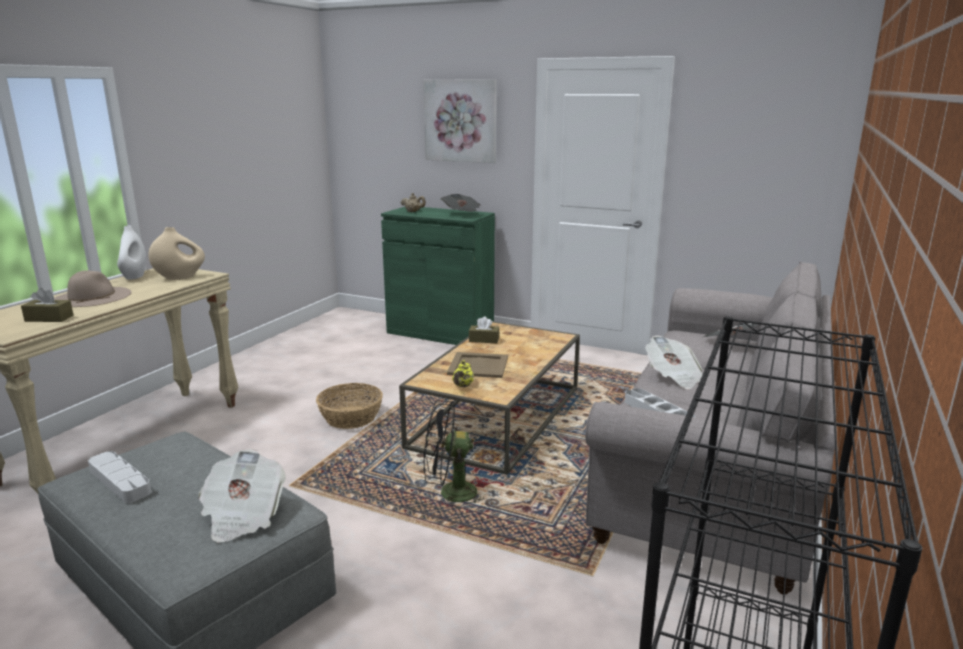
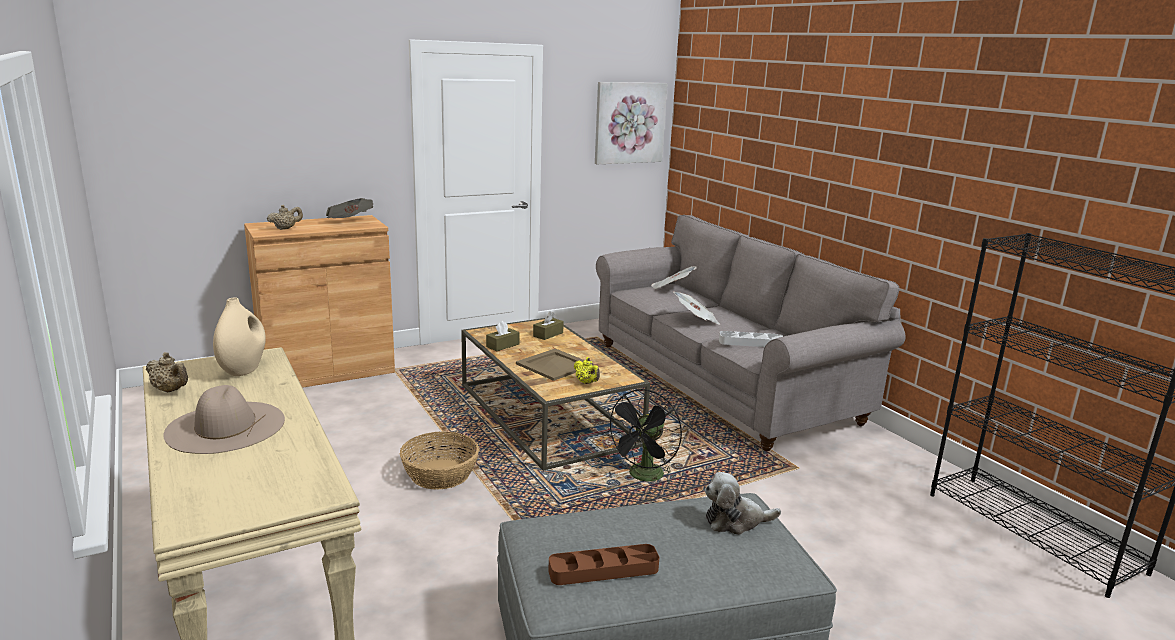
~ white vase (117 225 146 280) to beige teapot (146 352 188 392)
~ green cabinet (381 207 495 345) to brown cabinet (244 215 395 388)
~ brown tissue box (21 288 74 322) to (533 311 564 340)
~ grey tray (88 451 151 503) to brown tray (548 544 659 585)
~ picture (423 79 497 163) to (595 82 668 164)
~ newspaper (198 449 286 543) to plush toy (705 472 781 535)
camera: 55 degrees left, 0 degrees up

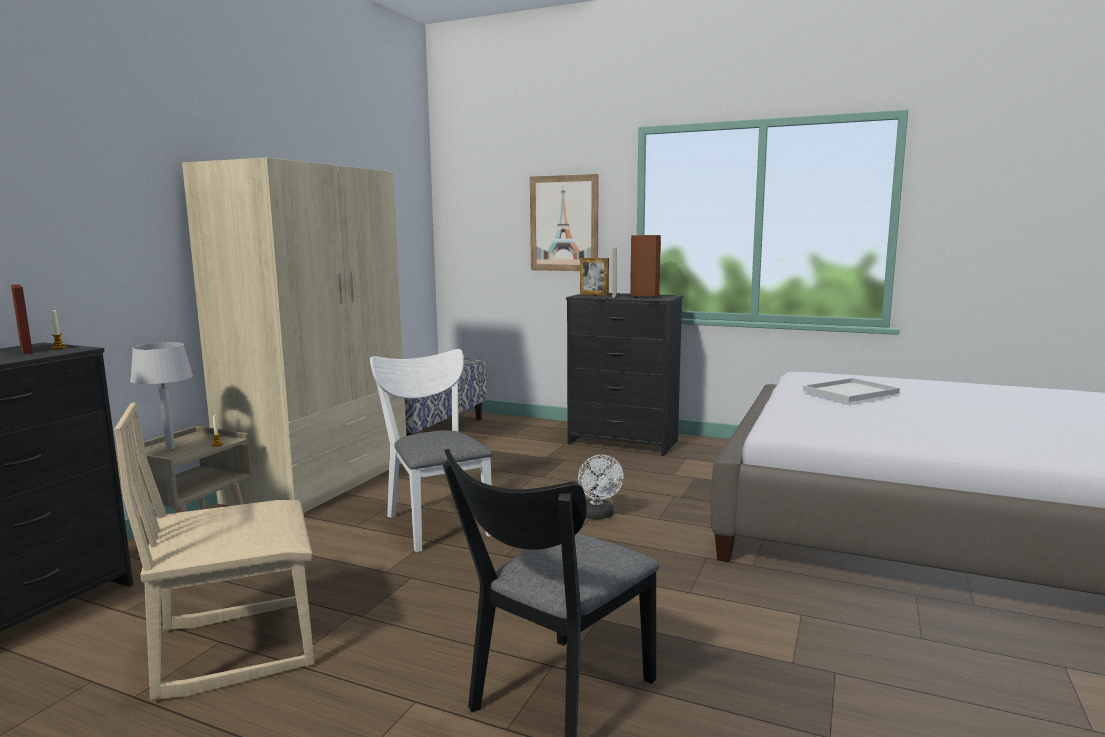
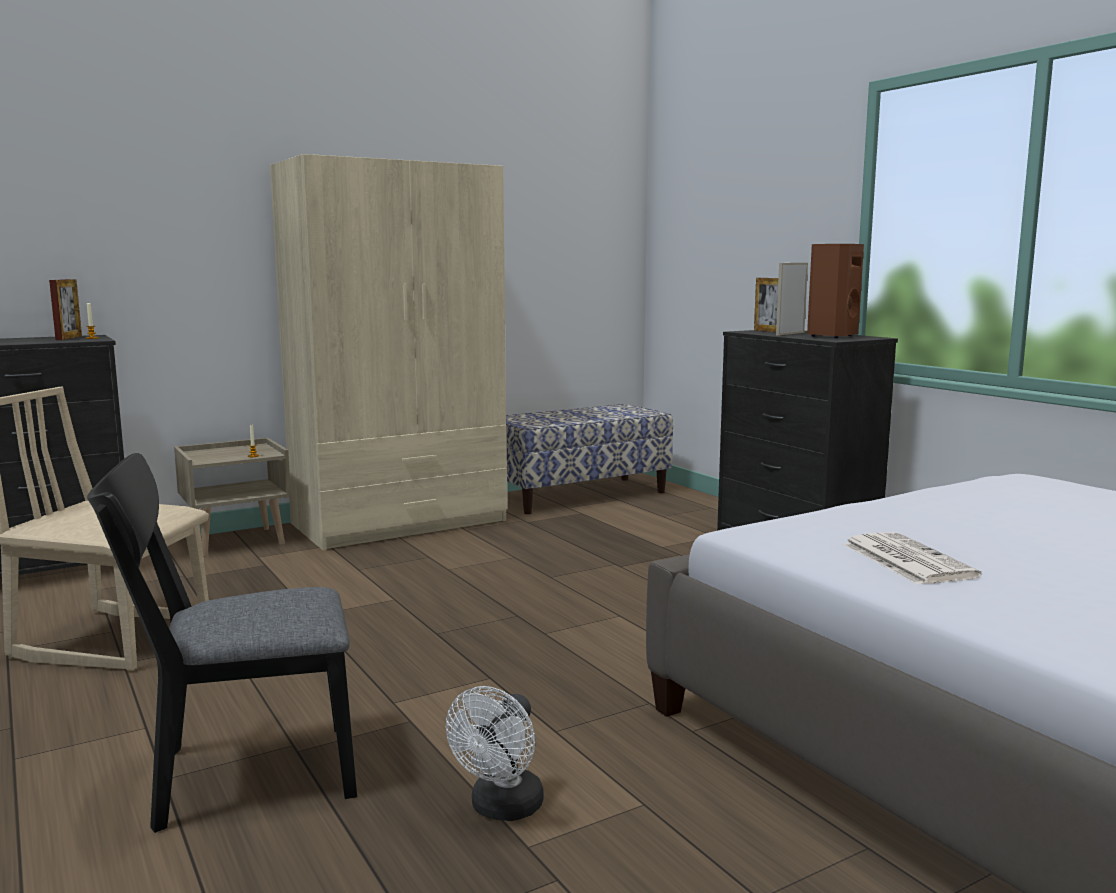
~ white fan (578 455 624 519) to (446 686 543 821)
+ newspaper (843 532 981 585)
- grey table lamp (130 342 193 450)
- white chair (370 349 492 552)
- picture (530 174 599 271)
- white tray (803 378 900 403)
camera: 35 degrees right, 0 degrees up

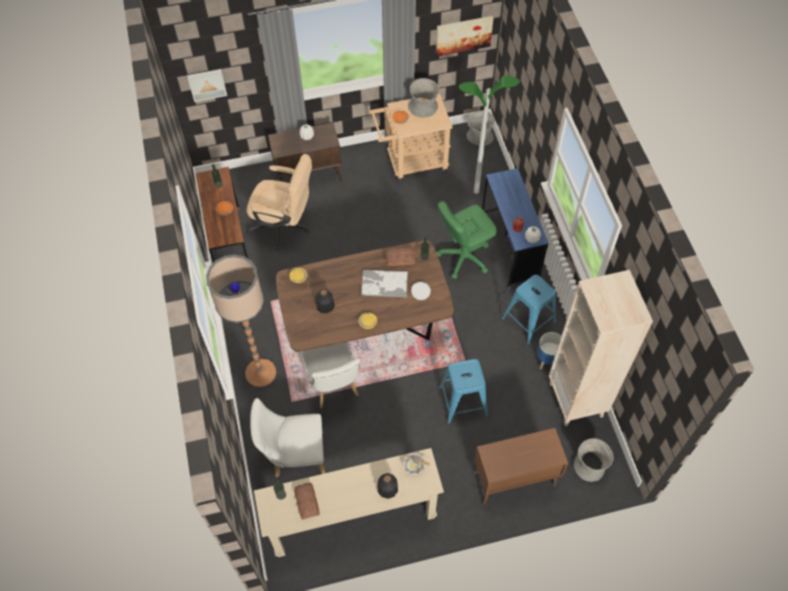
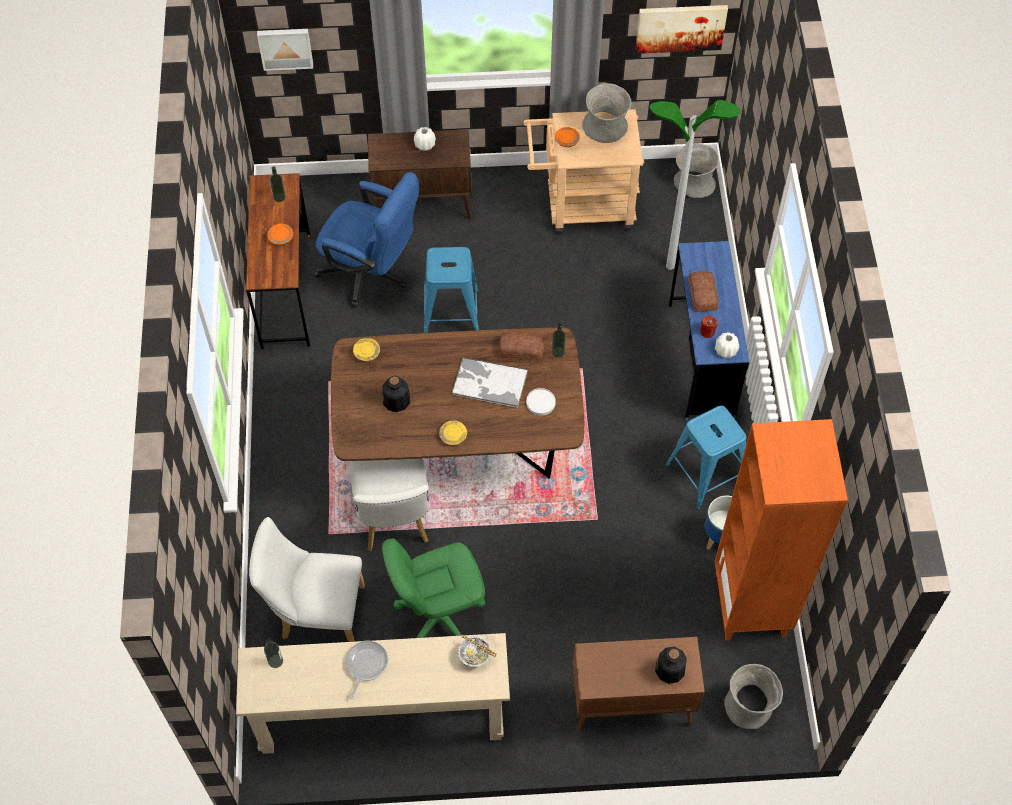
~ beige office chair (247 154 312 250) to blue office chair (314 172 419 308)
+ frying pan (346 641 388 699)
~ green office chair (436 201 497 279) to (382 539 486 638)
~ blue stool (439 359 488 424) to (424 247 479 333)
~ bottle (378 473 398 499) to (655 647 687 684)
~ bread (294 483 320 520) to (688 271 718 312)
~ beige bookcase (549 270 653 426) to orange bookcase (715 419 848 640)
- floor lamp (206 254 276 387)
camera: 10 degrees right, 0 degrees up

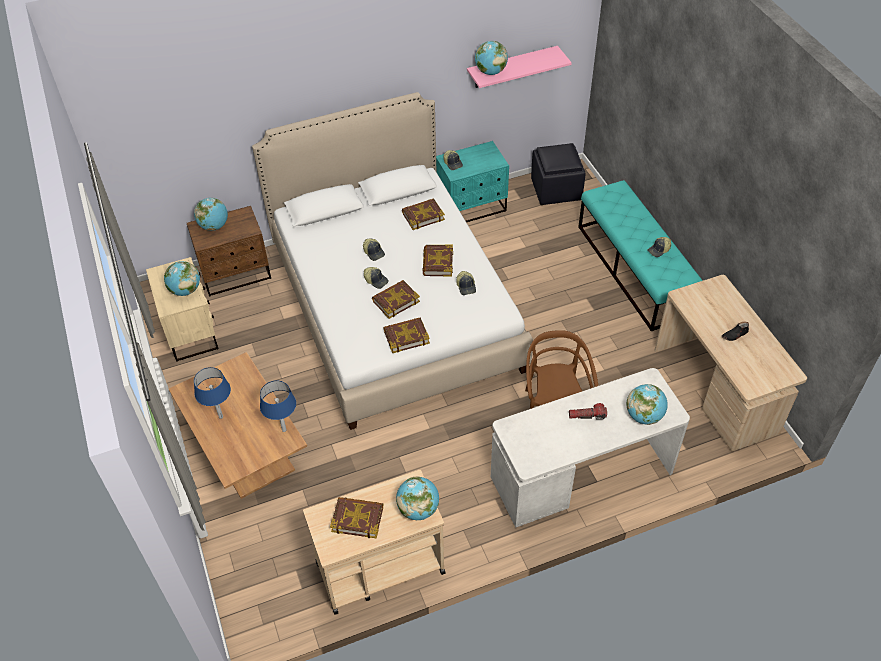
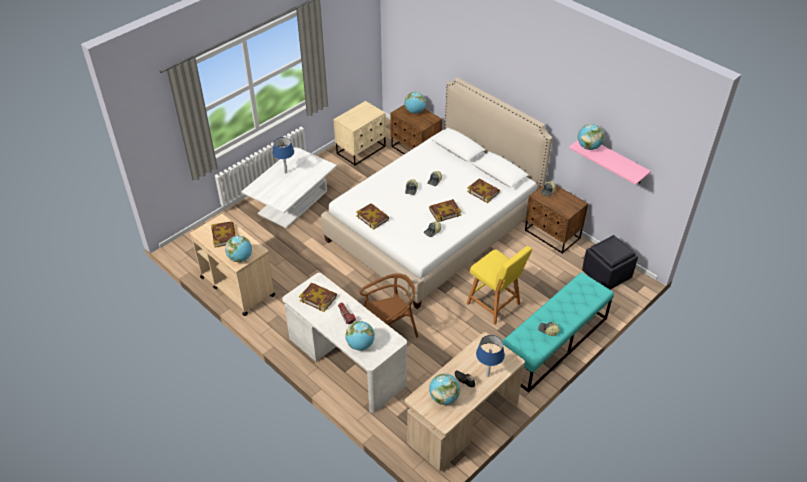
~ brown coffee table (169 352 307 499) to white coffee table (241 147 337 228)
~ book (372 280 420 319) to (299 283 337 312)
~ globe (164 261 200 296) to (429 374 460 405)
+ yellow stool (466 246 532 325)
~ blue table lamp (260 381 296 432) to (476 335 505 377)
~ turquoise nightstand (436 141 509 222) to brown nightstand (525 181 588 254)
camera: 65 degrees right, 5 degrees down

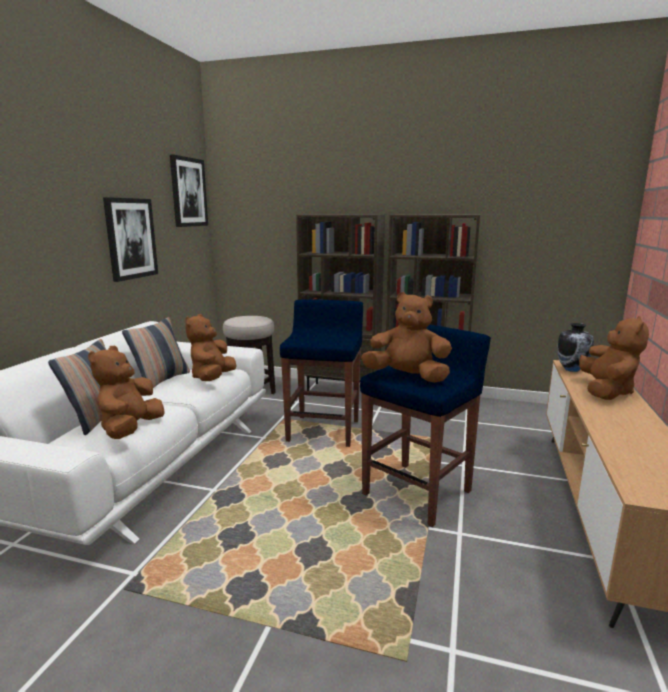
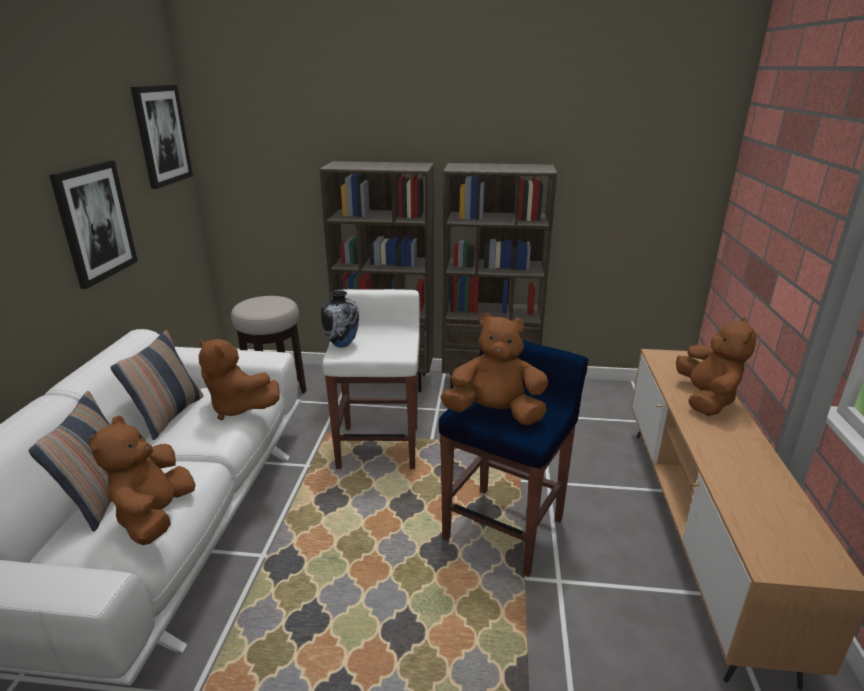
~ brown plush toy (185 314 237 381) = (199 339 280 420) 60 degrees counterclockwise
~ vase (557 323 594 372) to (321 290 359 348)
~ blue stool (280 299 363 447) to white stool (323 289 420 469)
camera: 10 degrees left, 10 degrees up

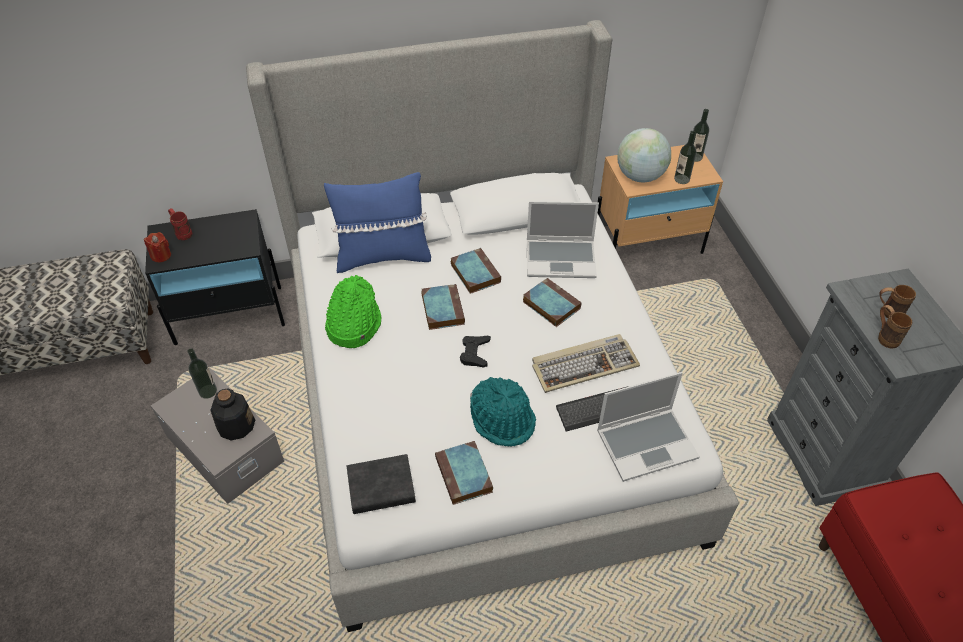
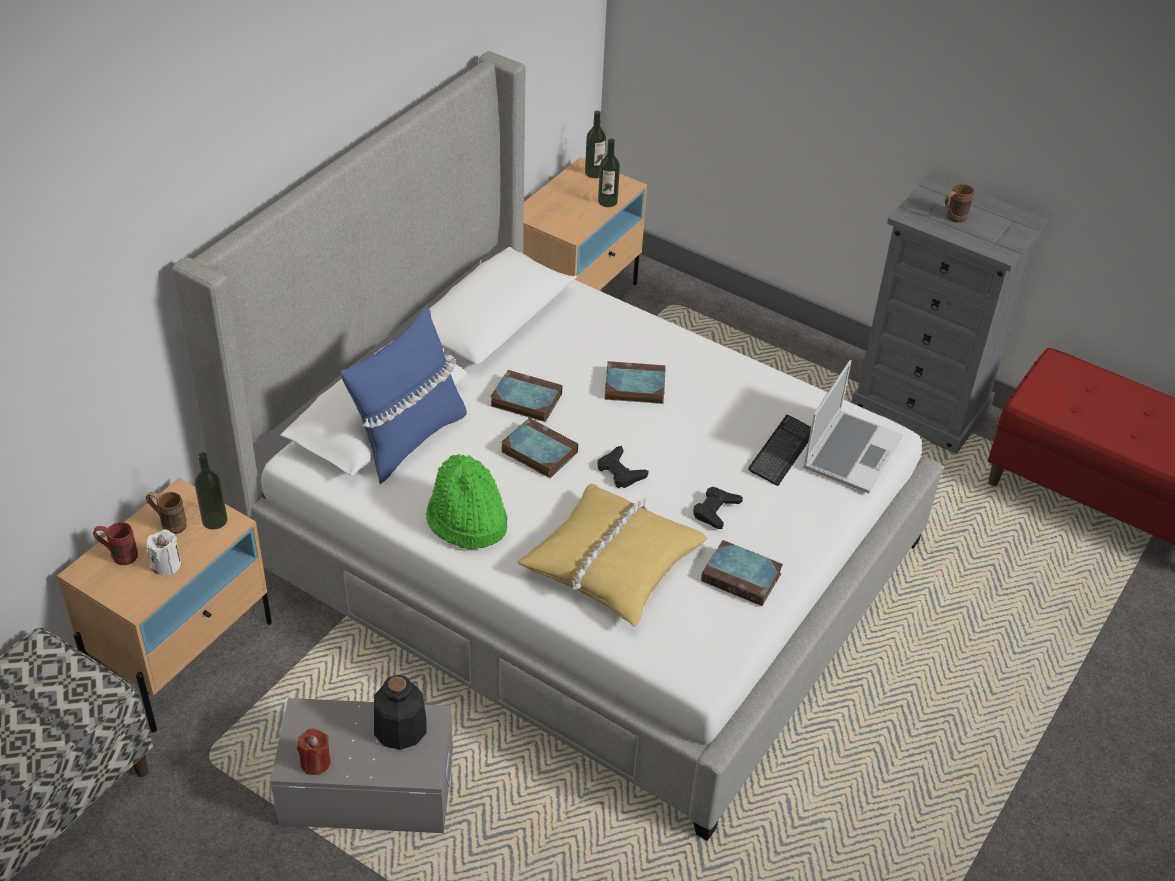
~ black nightstand (145 209 285 345) to beige nightstand (57 478 272 733)
~ brown mug (878 305 912 349) to (146 492 187 534)
+ white candle (146 529 181 575)
~ bottle (188 348 217 399) to (195 452 228 530)
~ red candle (144 232 171 262) to (297 729 331 775)
+ yellow pillow (517 484 707 626)
~ turquoise hat (470 377 536 447) to black game controller (693 487 743 529)
- black book (347 454 416 514)
- laptop (527 201 599 278)
- keyboard (532 334 640 393)
- globe (617 128 671 183)
camera: 45 degrees left, 5 degrees down

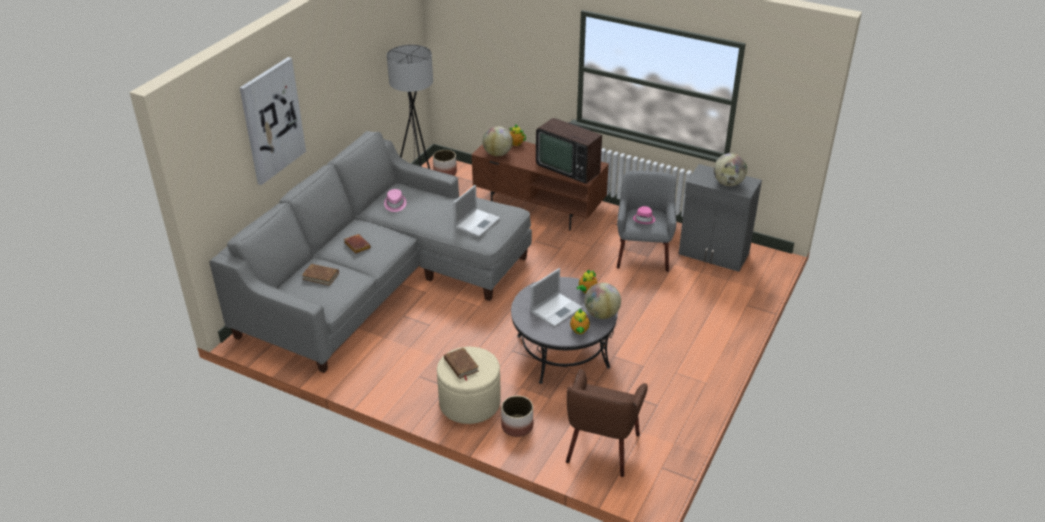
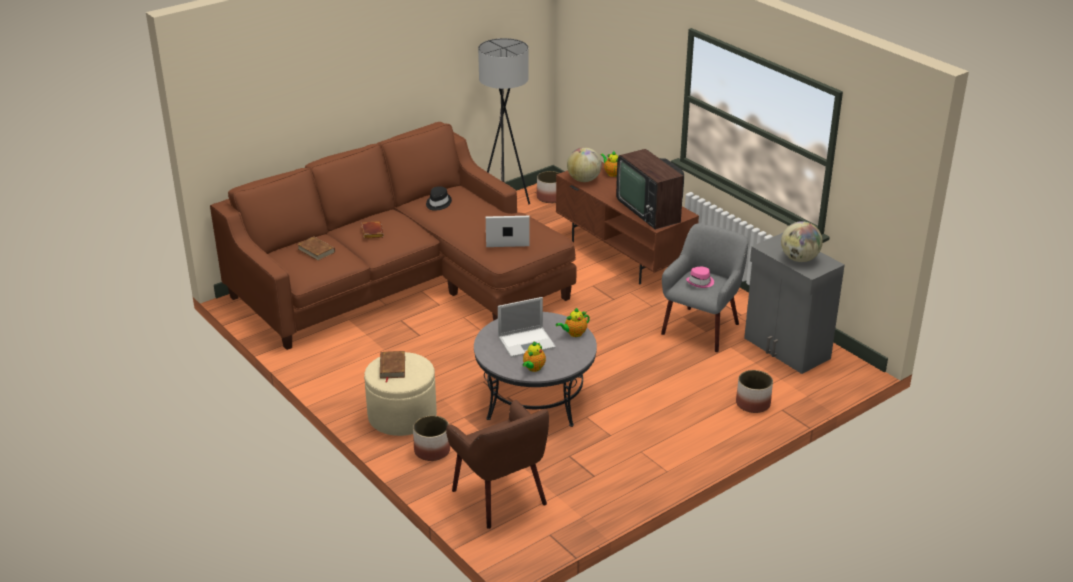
~ grey sofa (209 131 532 373) to brown sofa (210 122 576 350)
~ pink hat (384 189 407 212) to black hat (426 186 452 211)
~ brown armchair (566 369 648 477) = (446 400 549 529) 75 degrees counterclockwise
~ laptop (453 185 500 237) = (486 216 530 247) 150 degrees counterclockwise
+ planter (736 370 773 413)
- picture (240 57 306 185)
- globe (584 283 621 319)
camera: 25 degrees right, 5 degrees down

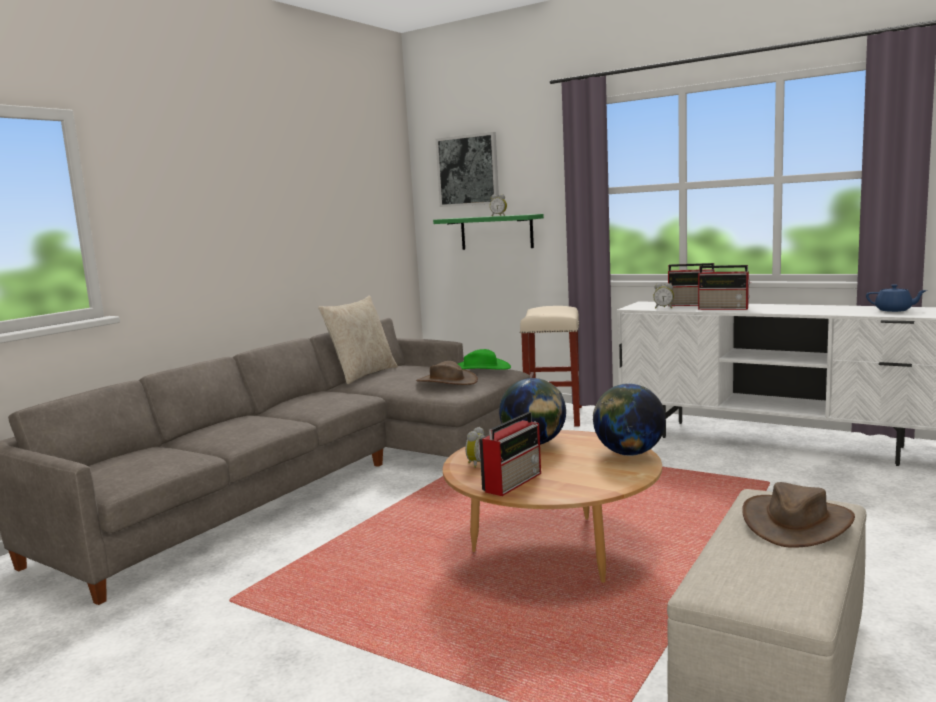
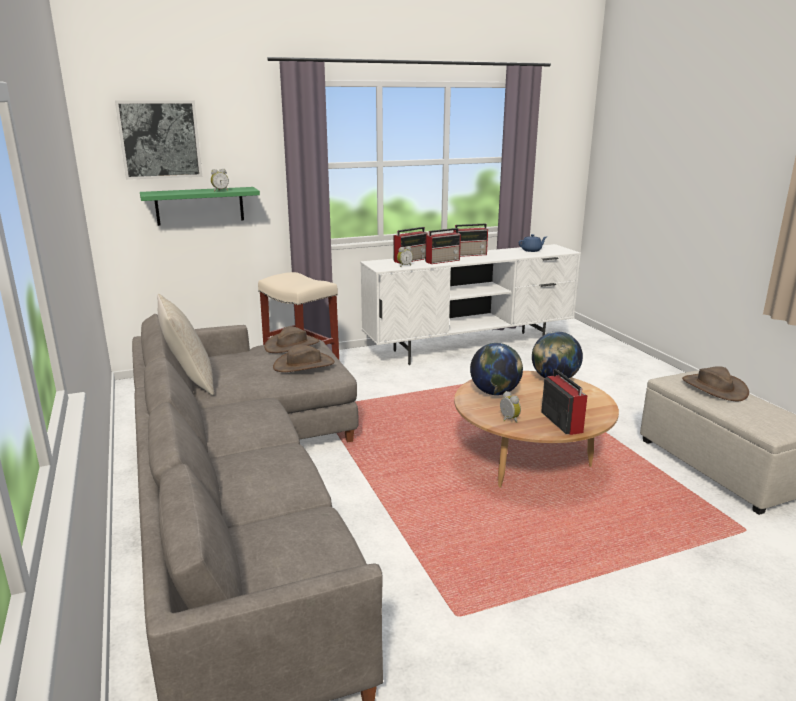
~ green hat (458 349 511 370) to brown hat (264 326 319 353)
+ radio (453 223 488 257)
camera: 55 degrees left, 10 degrees up

